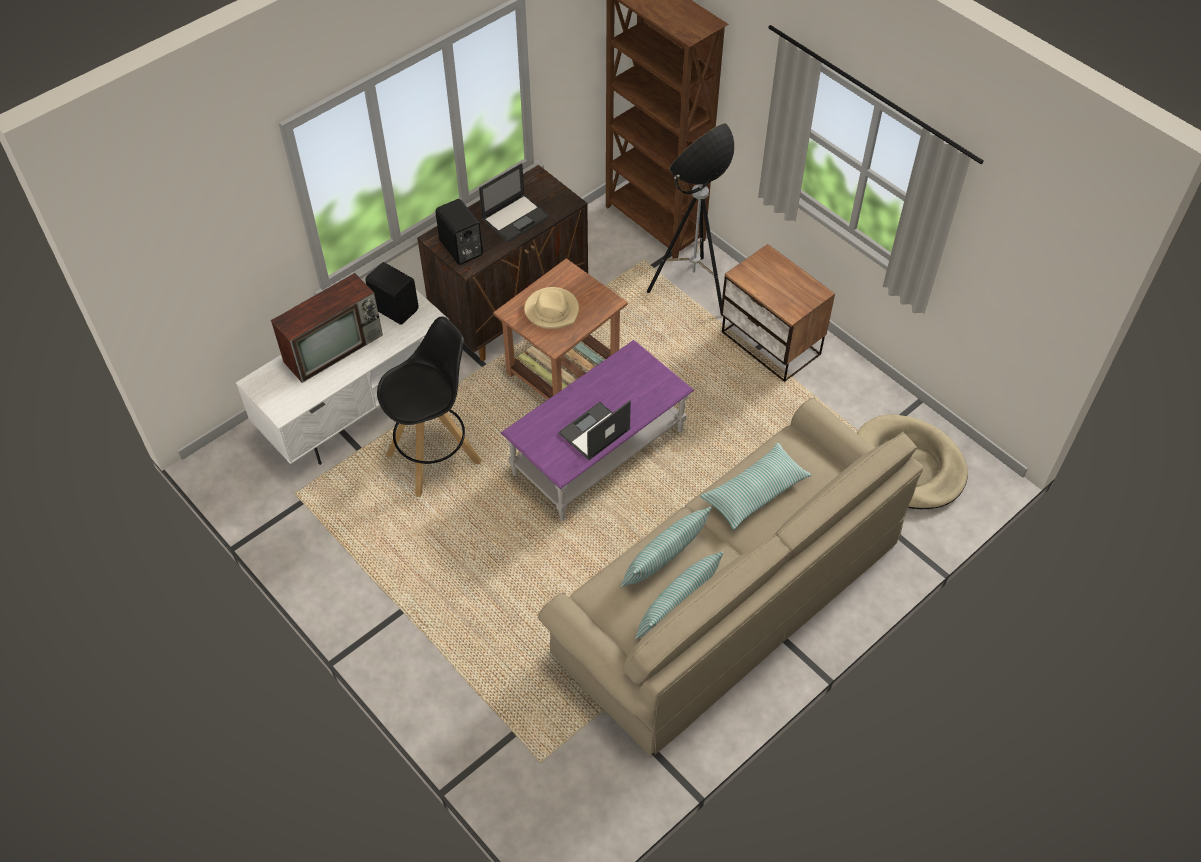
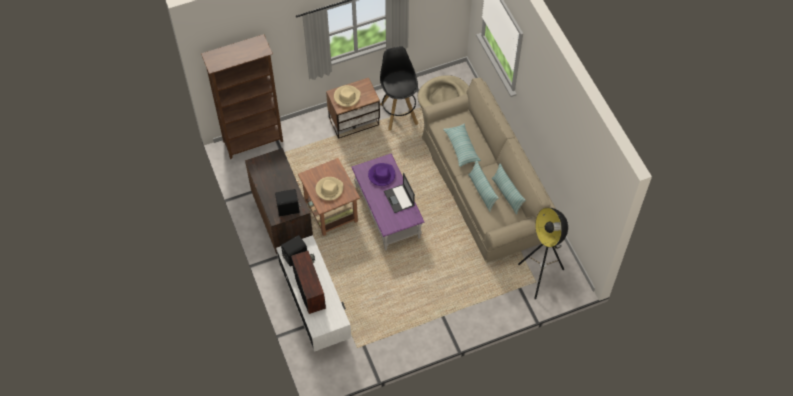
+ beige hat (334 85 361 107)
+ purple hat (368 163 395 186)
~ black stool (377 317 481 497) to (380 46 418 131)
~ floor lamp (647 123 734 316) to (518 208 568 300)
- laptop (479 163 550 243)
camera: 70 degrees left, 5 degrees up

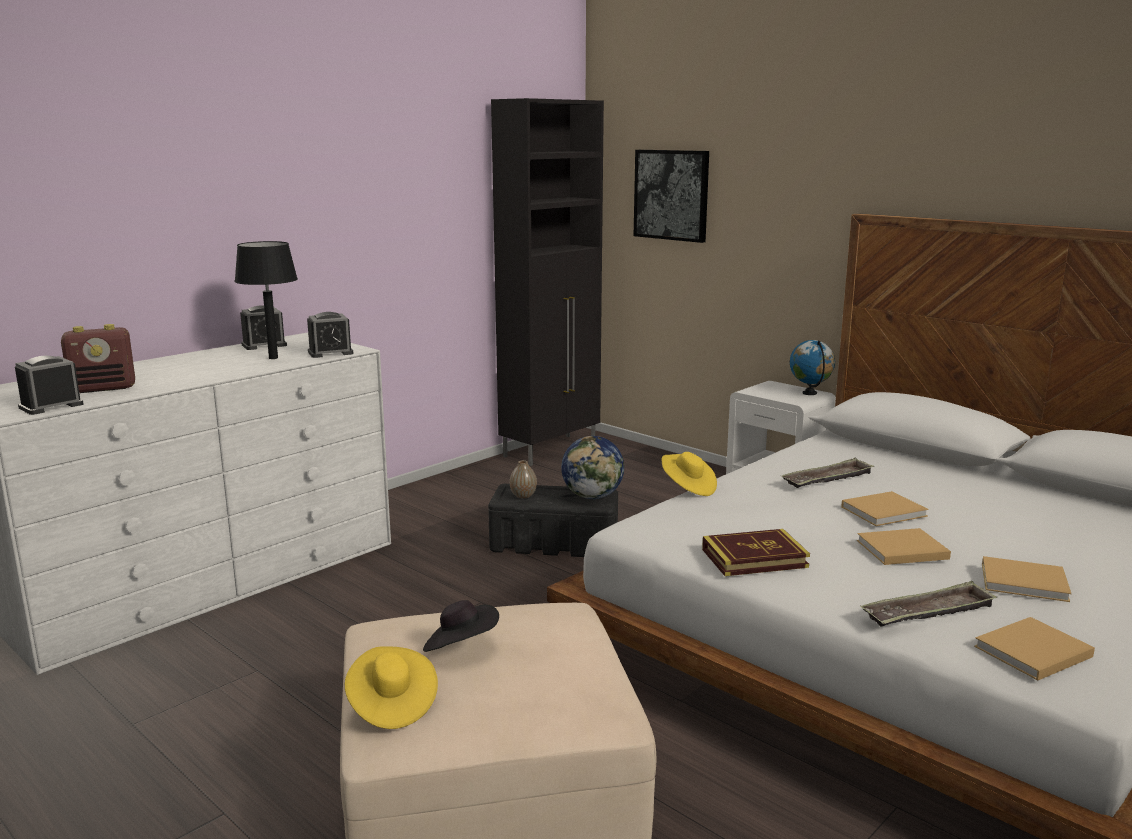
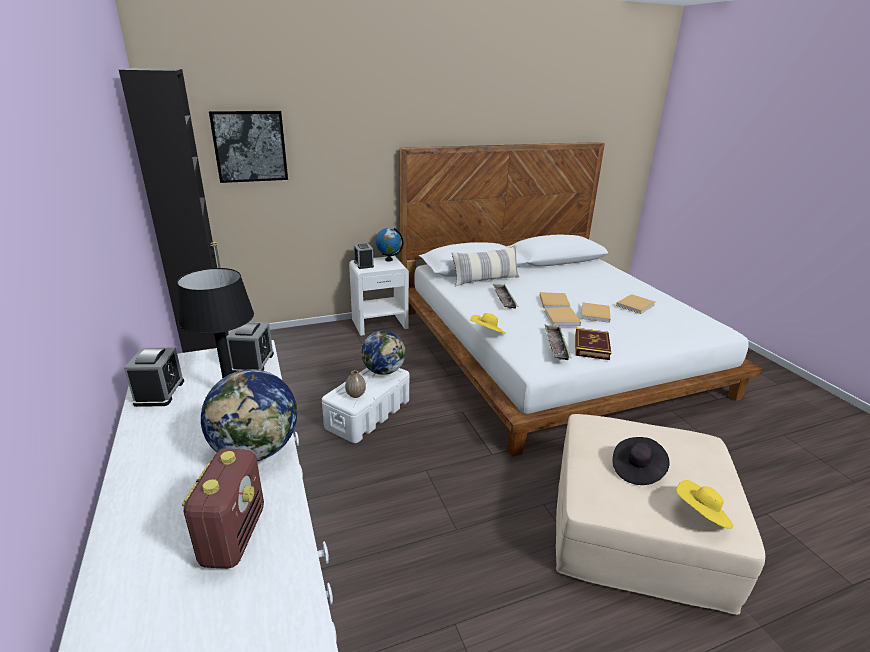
+ globe (201 369 297 461)
~ black storage box (488 484 618 557) to white storage box (322 368 409 443)
~ alarm clock (15 356 84 415) to (354 243 374 269)
+ pillow (452 246 519 287)
~ beige book (974 617 1095 681) to (544 308 581 326)
~ tray (861 581 997 627) to (545 325 571 360)
camera: 65 degrees left, 10 degrees up

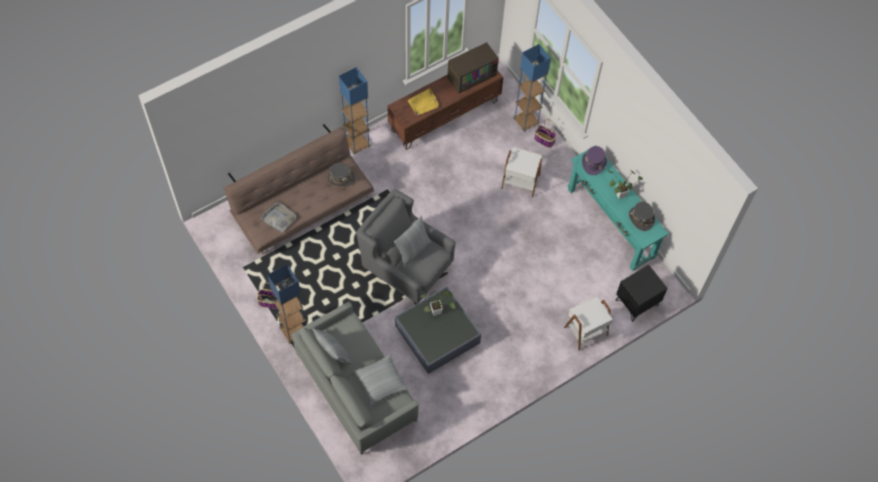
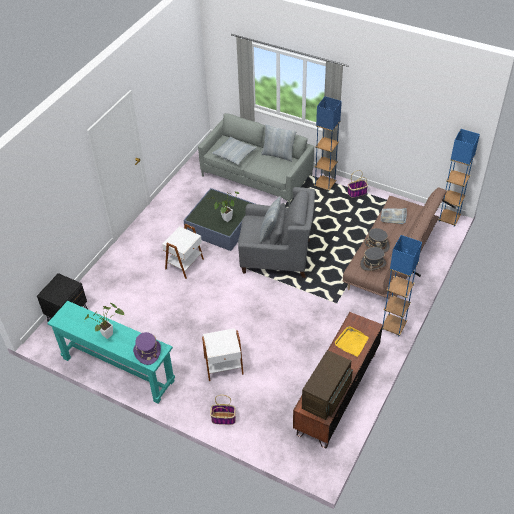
~ white side table (564 296 613 351) to (162 224 204 279)
~ grey hat (629 201 655 231) to (364 228 390 253)
~ blue floor lamp (513 44 551 132) to (438 129 480 227)
camera: 155 degrees right, 15 degrees down

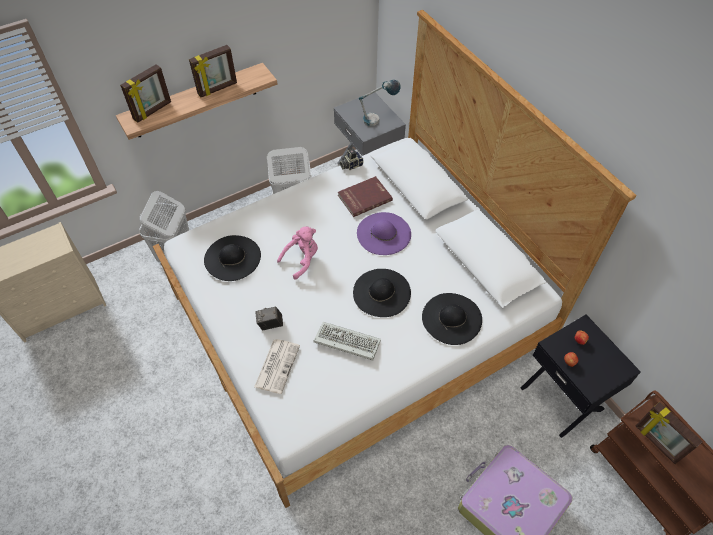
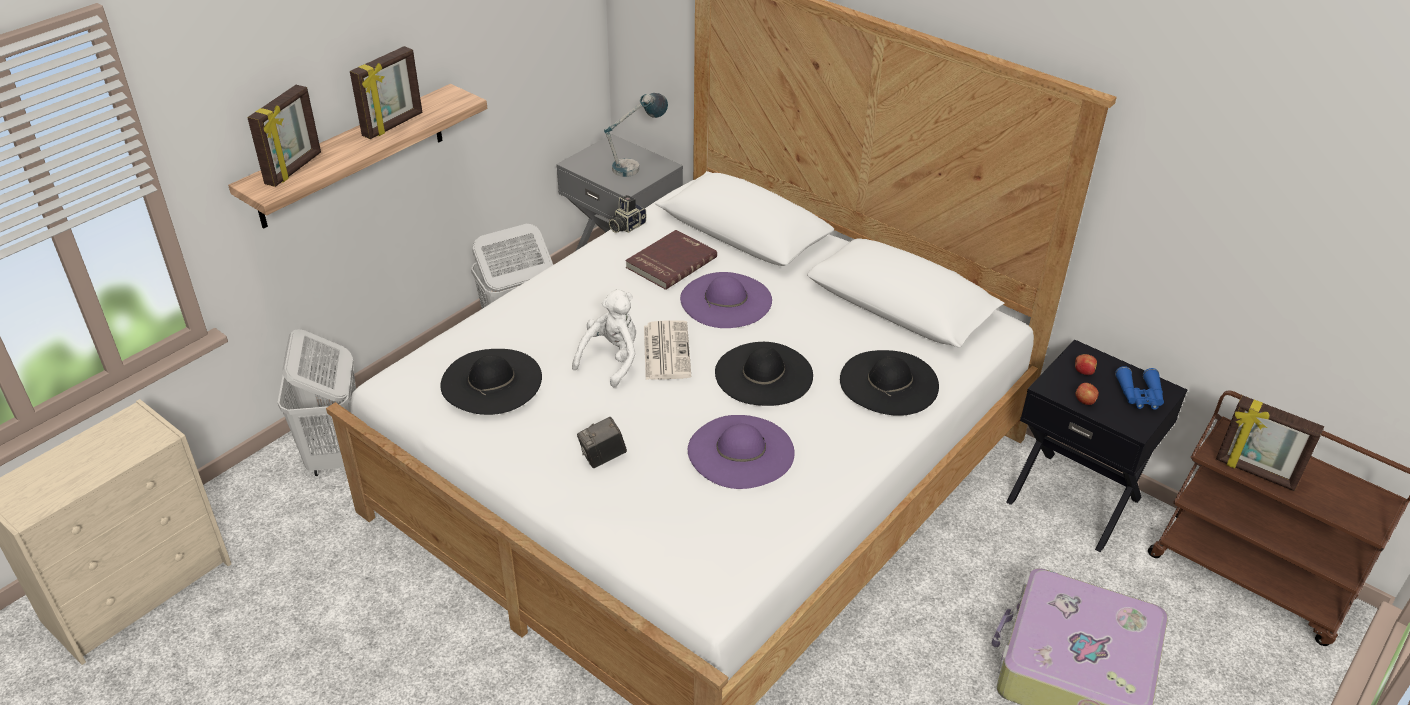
~ pink plush toy (277 226 318 279) to white plush toy (572 290 636 387)
~ newspaper (254 339 300 394) to (644 320 691 380)
~ keyboard (314 322 381 360) to purple hat (688 415 795 489)
+ blue binoculars (1115 366 1164 410)
camera: 20 degrees left, 15 degrees down

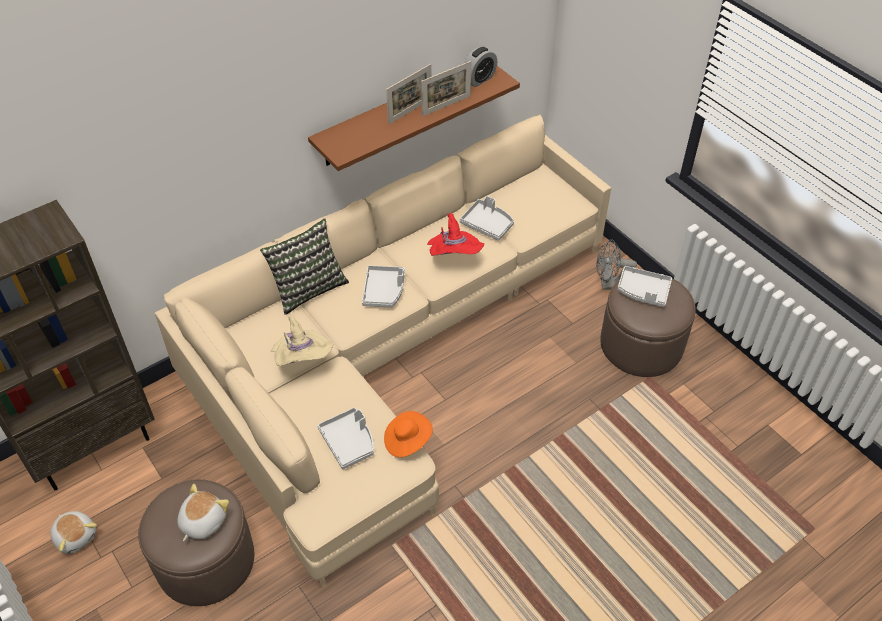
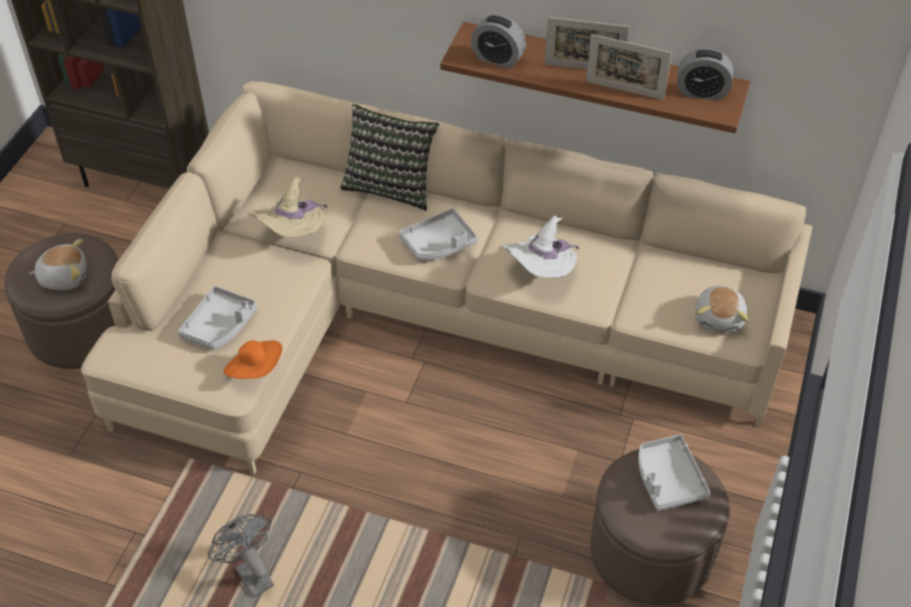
~ grey fan (596 239 637 290) to (208 514 274 598)
+ alarm clock (471 15 526 69)
~ red hat (427 213 484 256) to white hat (501 216 579 278)
~ plush toy (50 511 97 554) to (695 285 749 333)
- grey tray (460 196 514 241)
camera: 55 degrees right, 0 degrees up

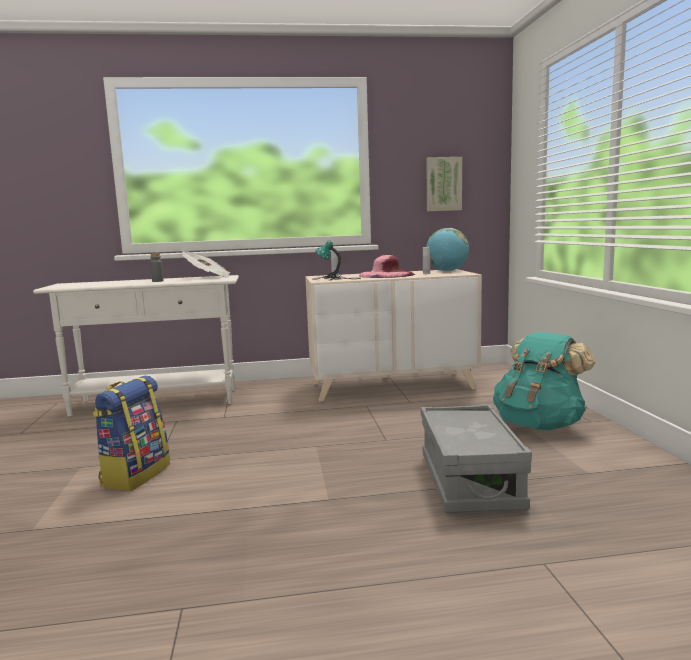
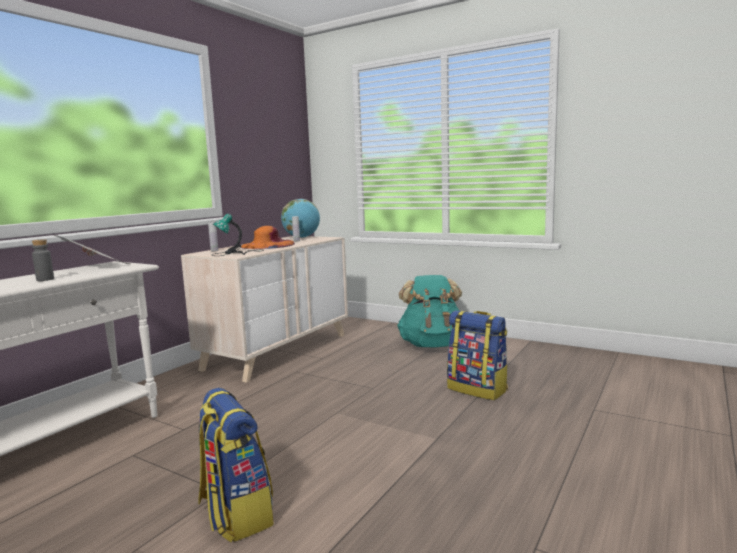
~ pink hat (359 255 415 278) to orange hat (241 226 295 249)
~ grey storage box (421 404 532 514) to backpack (447 310 508 400)
- picture (426 157 462 211)
camera: 50 degrees left, 0 degrees up

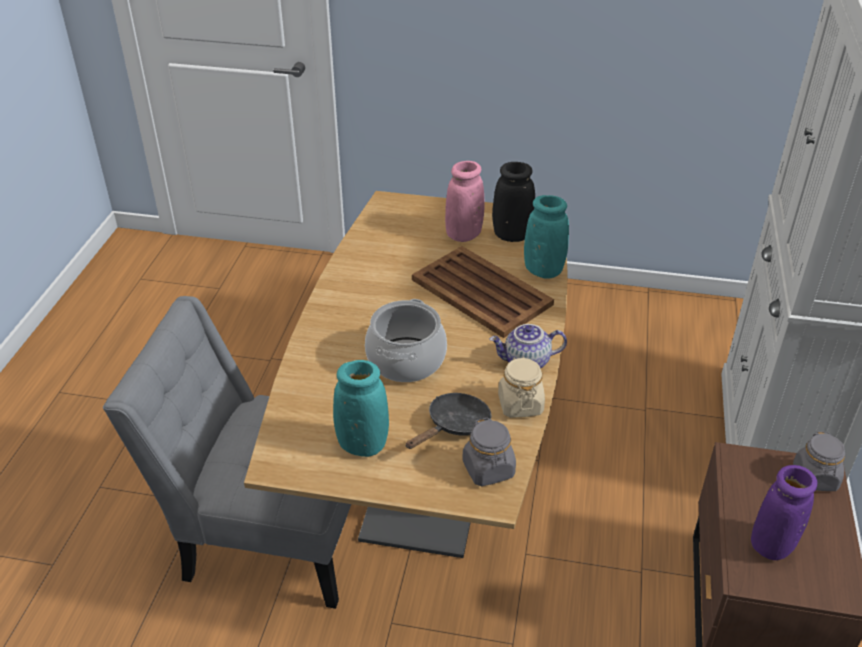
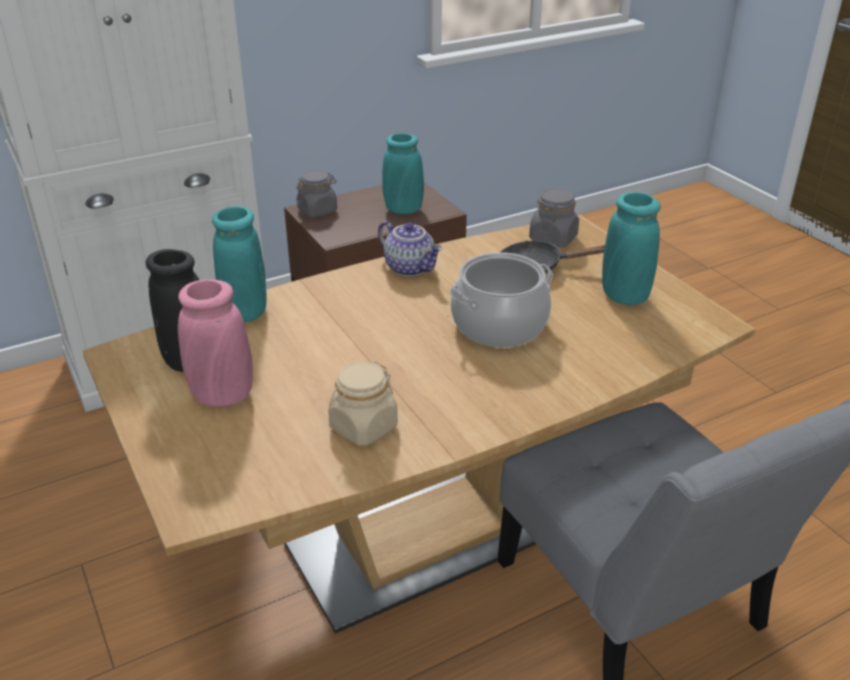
~ beige jar (498 357 545 418) to (328 361 398 446)
~ purple vase (751 465 817 560) to turquoise vase (382 133 424 214)
- brown tray (412 246 554 338)
camera: 130 degrees left, 5 degrees down

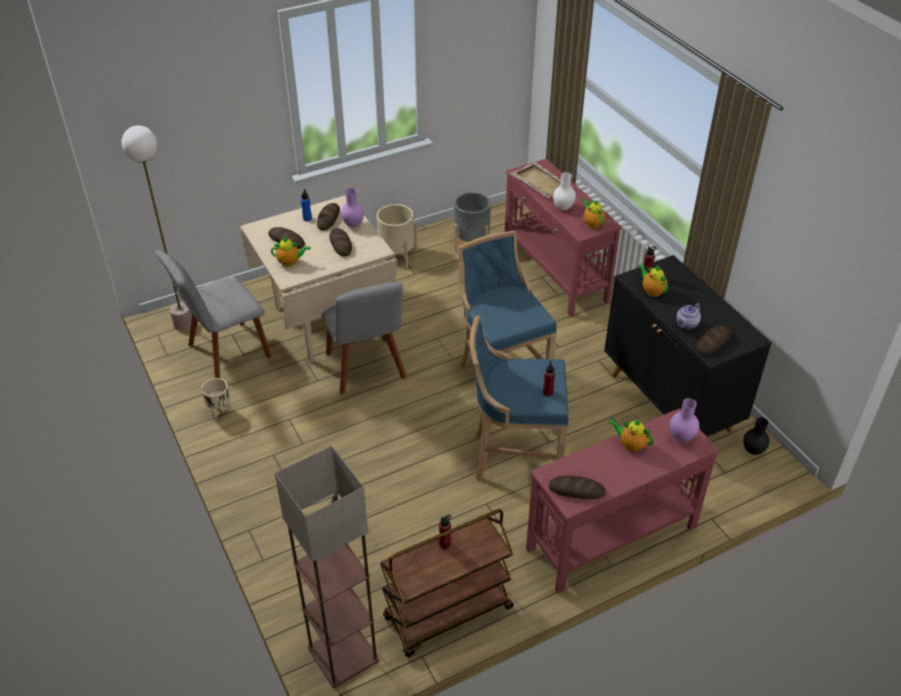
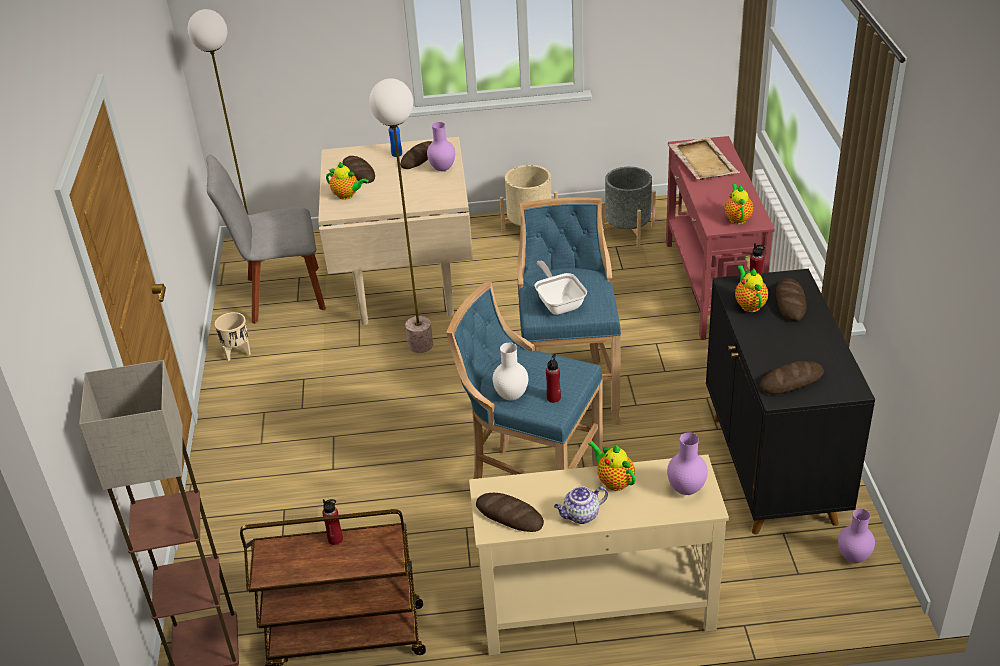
~ grey chair (321 282 407 395) to floor lamp (369 78 433 353)
~ red console table (526 408 720 594) to beige console table (469 455 729 655)
~ white vase (553 172 576 210) to (493 343 528 401)
+ frying pan (534 260 587 315)
~ teapot (676 303 701 330) to (554 486 608 524)
~ bread (329 228 352 257) to (776 278 807 321)
~ black vase (743 417 770 455) to purple vase (838 508 875 563)
camera: 25 degrees right, 5 degrees down

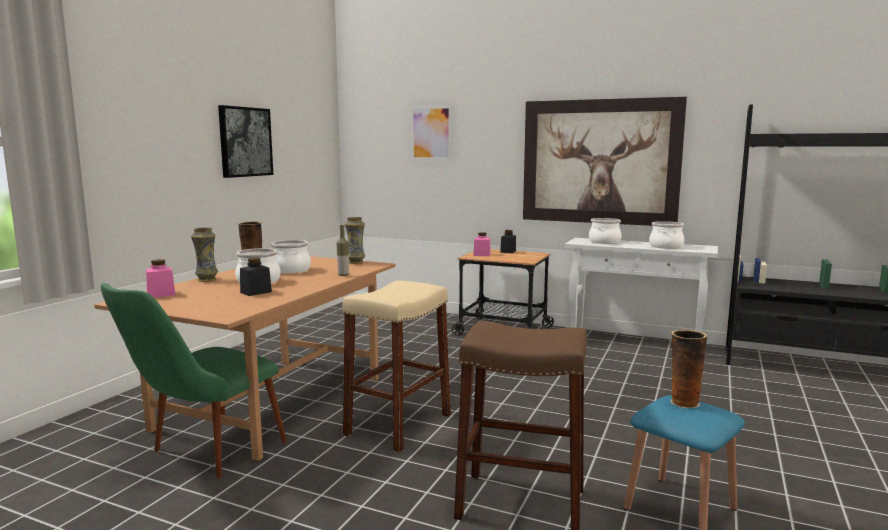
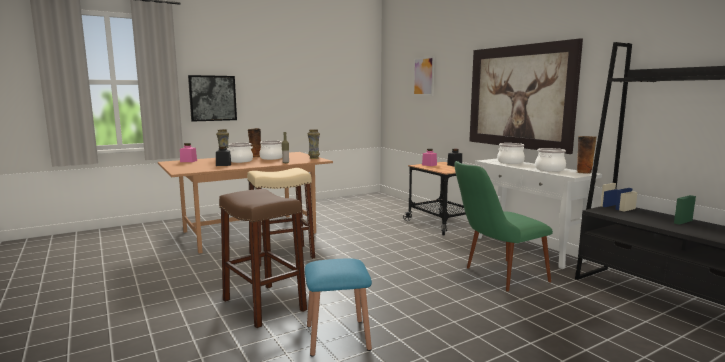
~ picture (218 105 273 178) to (188 75 237 122)
~ green chair (101 283 287 479) to (454 161 553 291)
~ vase (671 330 707 408) to (577 136 596 174)
camera: 35 degrees right, 0 degrees up

